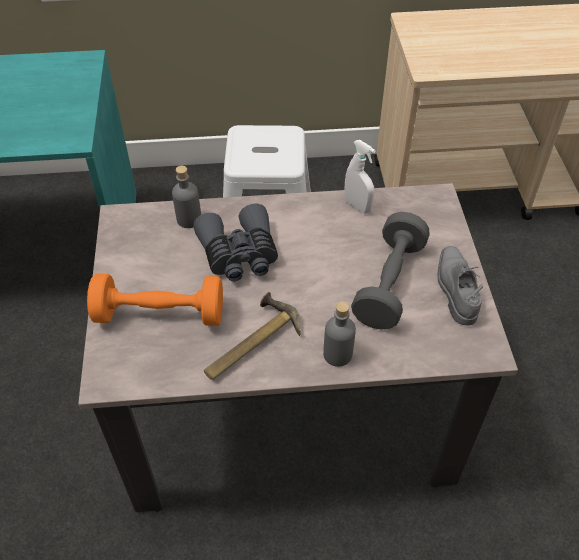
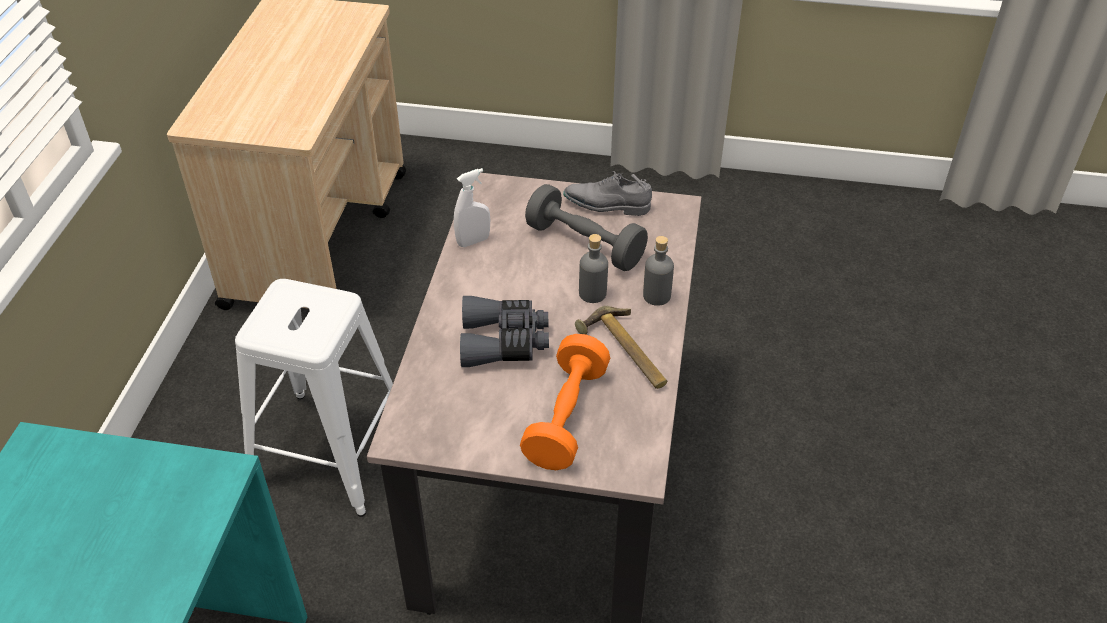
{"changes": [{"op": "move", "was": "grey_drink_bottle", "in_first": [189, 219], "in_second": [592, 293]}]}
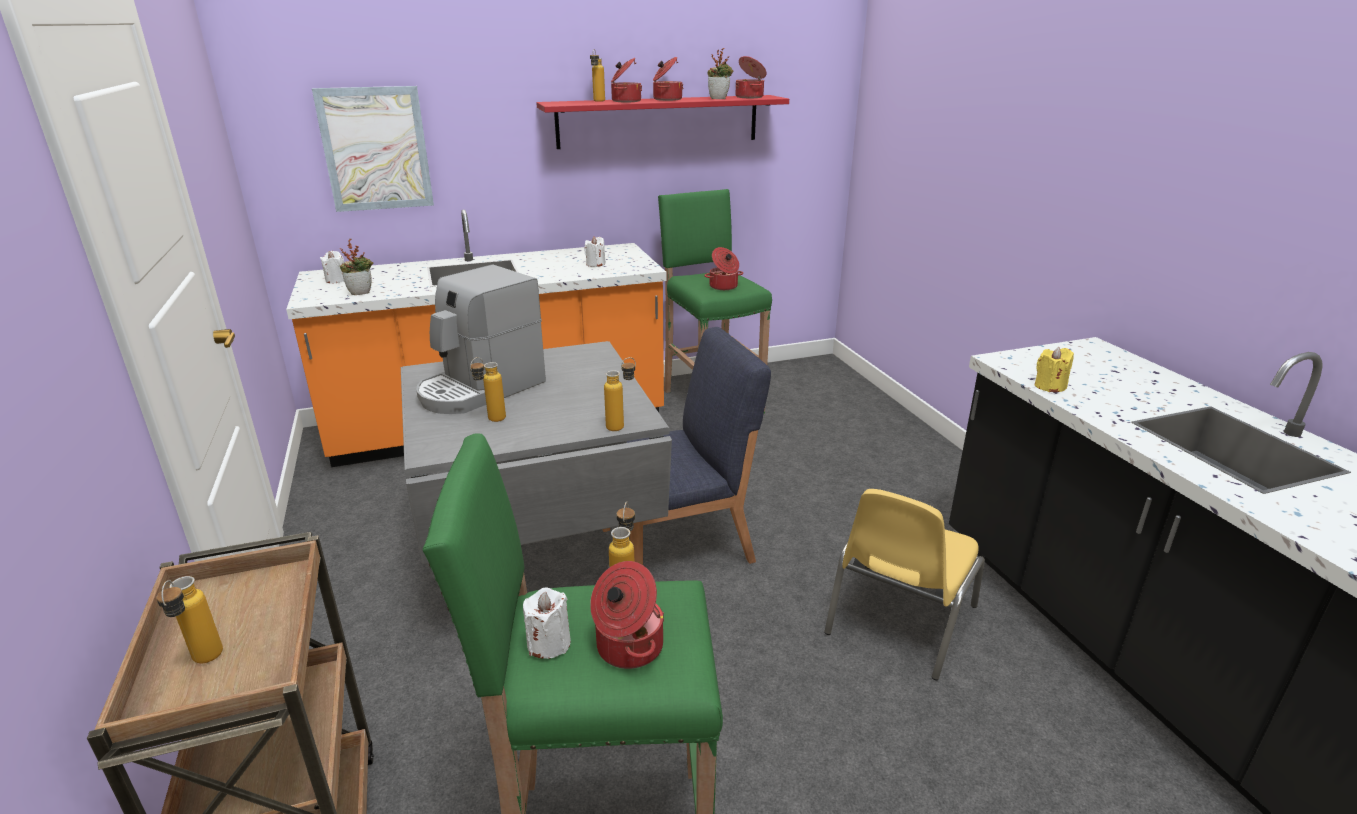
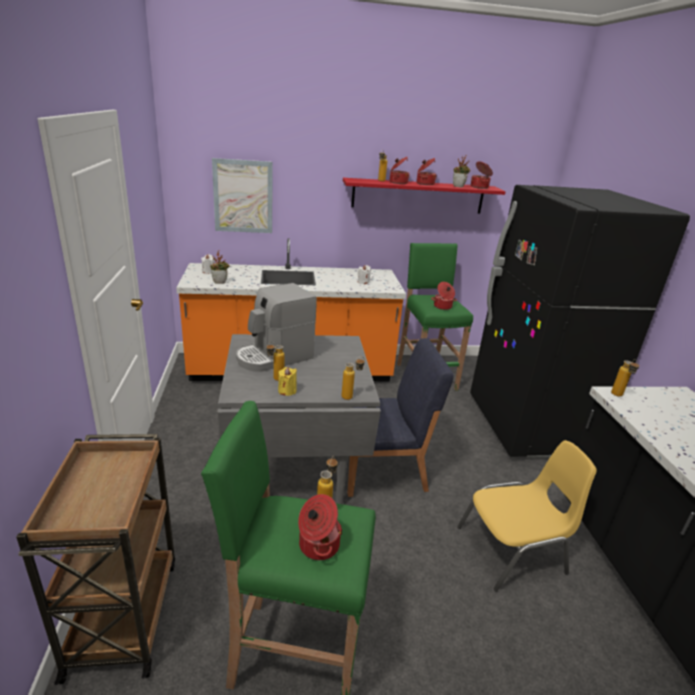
{"changes": [{"op": "move", "was": "yellowish_wax_light", "in_first": [1049, 386], "in_second": [287, 391]}, {"op": "rotate", "was": "yellowish_upright_chair", "in_first": [898, 620], "in_second": [513, 551], "clockwise": -150}, {"op": "move", "was": "drink_bottle", "in_first": [204, 663], "in_second": [618, 396]}, {"op": "delete", "was": "whitish_wax_light", "in_first": [549, 643]}, {"op": "insert", "now": "blackish_refrigerator", "in_second": [528, 426]}]}
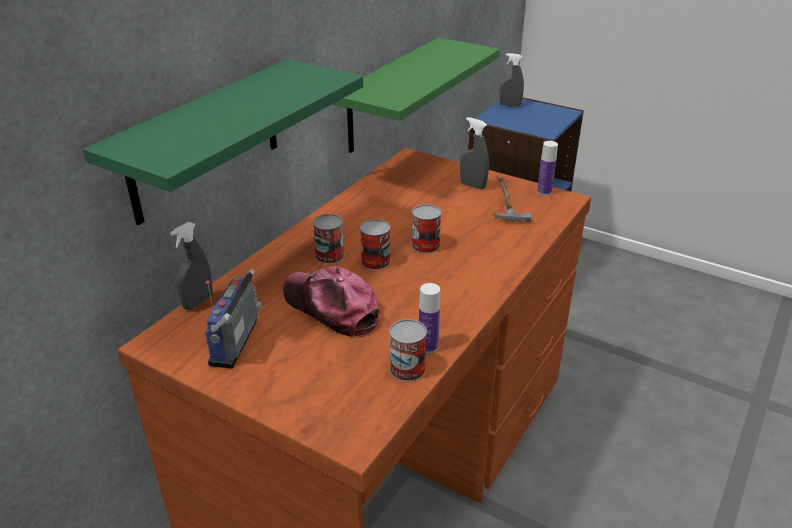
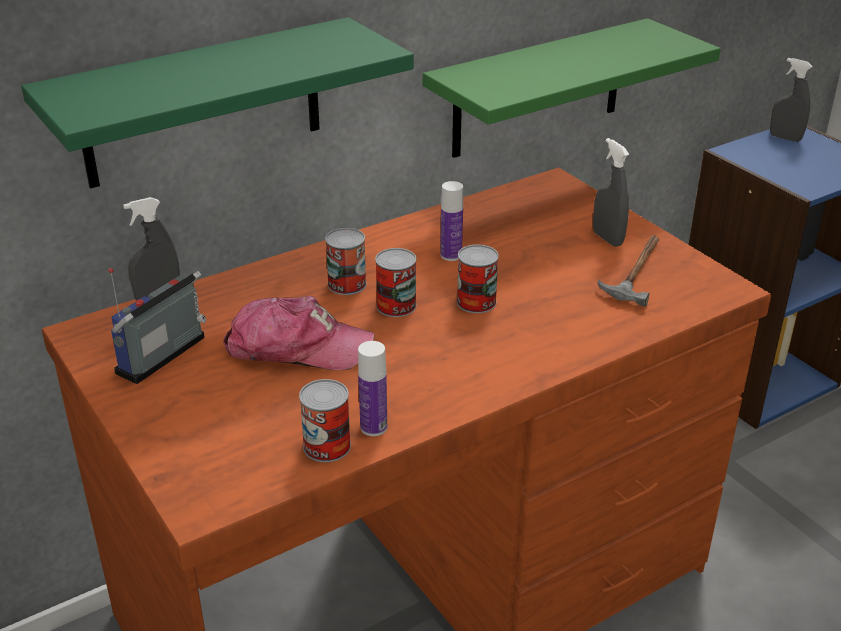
{"changes": [{"op": "move", "was": "drink_bottle", "in_first": [544, 192], "in_second": [451, 255]}, {"op": "rotate", "was": "peaked_cap", "in_first": [331, 308], "in_second": [297, 348], "clockwise": 120}]}
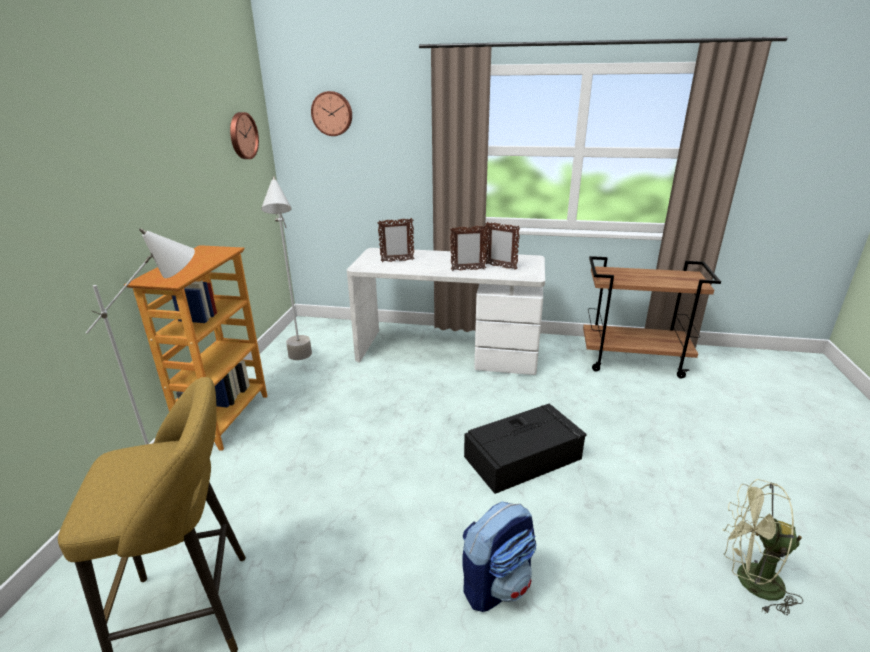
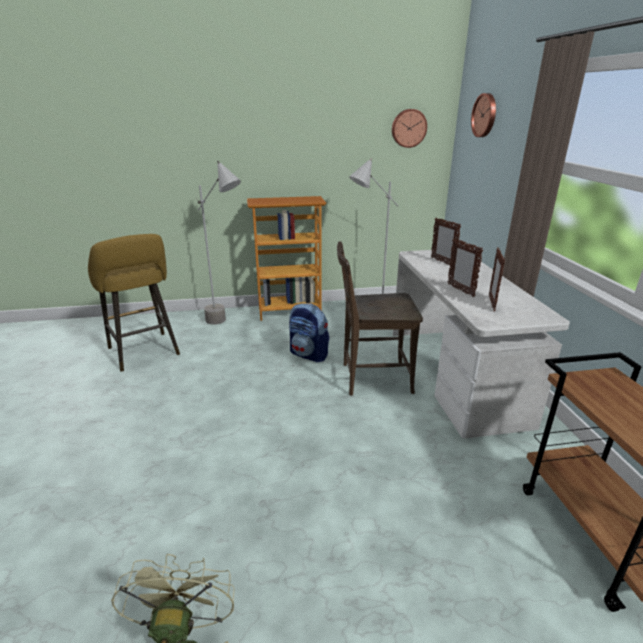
{"changes": [{"op": "delete", "was": "blackish_storage_container", "in_first": [524, 457]}, {"op": "move", "was": "rucksack", "in_first": [497, 584], "in_second": [309, 354]}, {"op": "insert", "now": "brown-coloured_upright_chair", "in_second": [372, 378]}]}
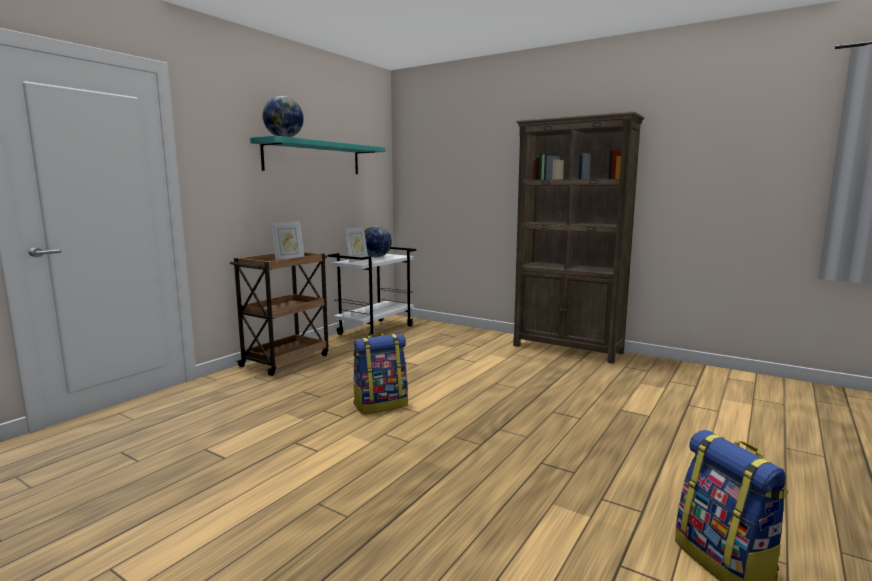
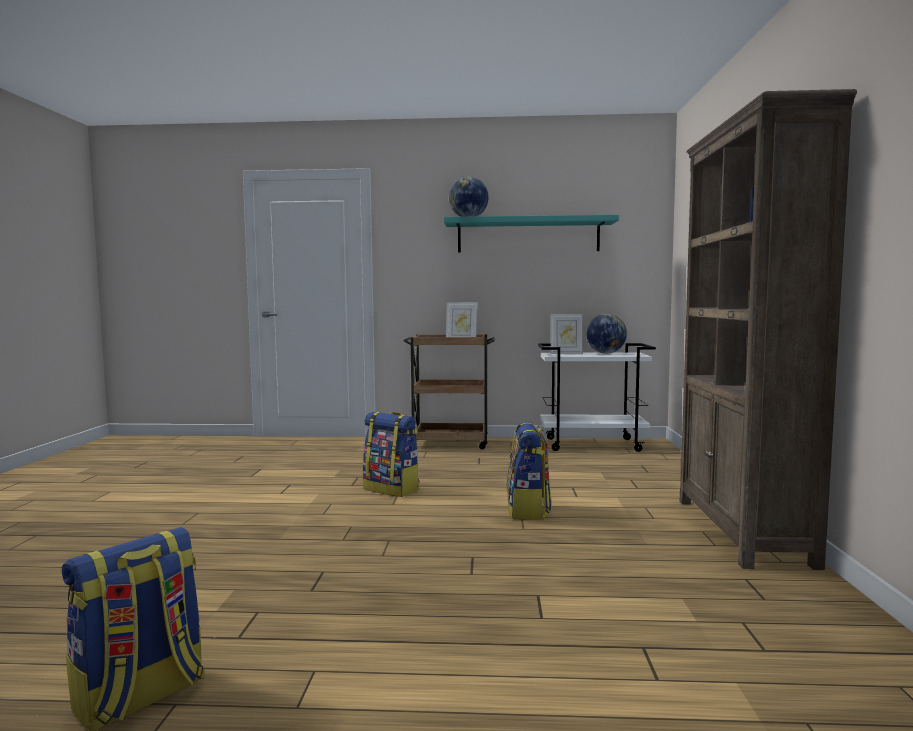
{"changes": [{"op": "insert", "now": "rucksack", "in_second": [528, 510]}]}
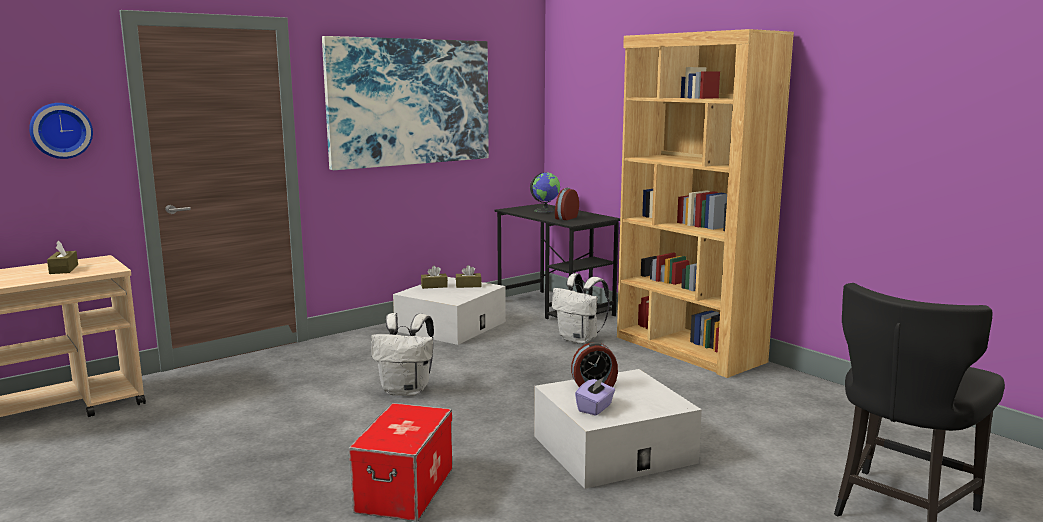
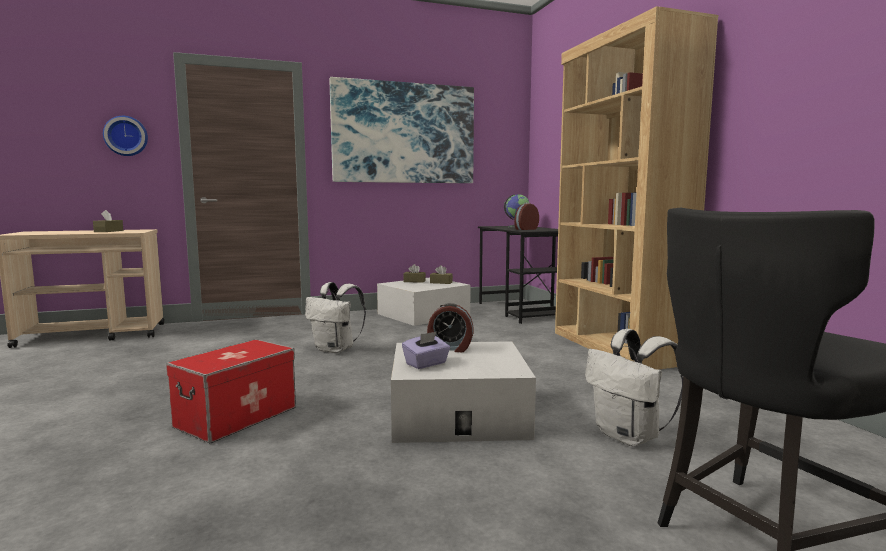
{"changes": [{"op": "move", "was": "whitish_rucksack", "in_first": [580, 339], "in_second": [629, 436]}]}
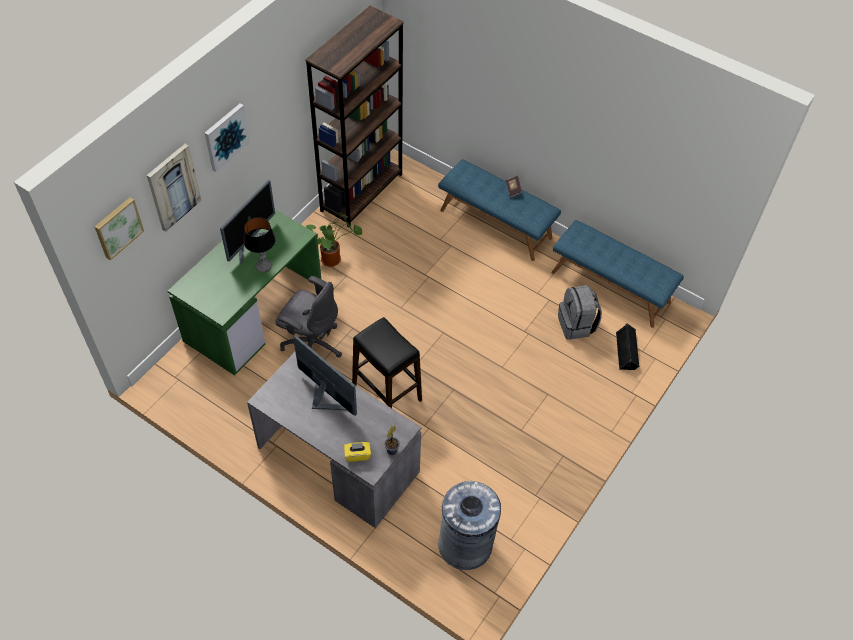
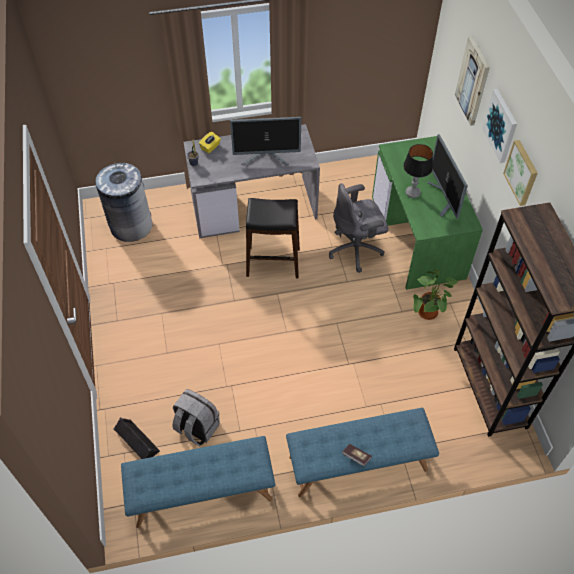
{"changes": [{"op": "move", "was": "wall_art", "in_first": [117, 227], "in_second": [522, 172]}]}
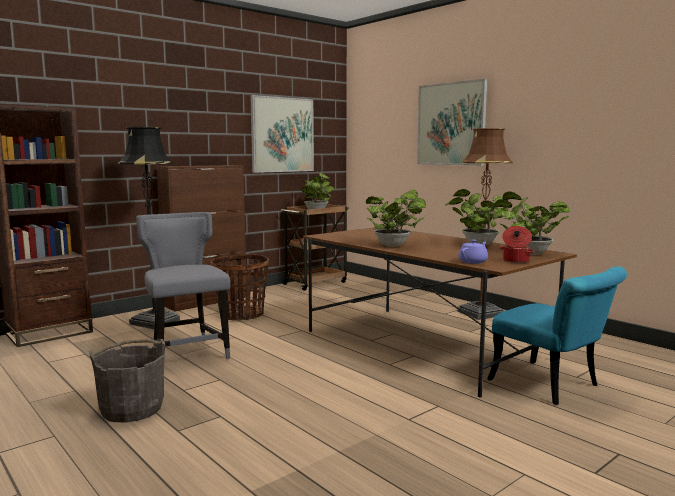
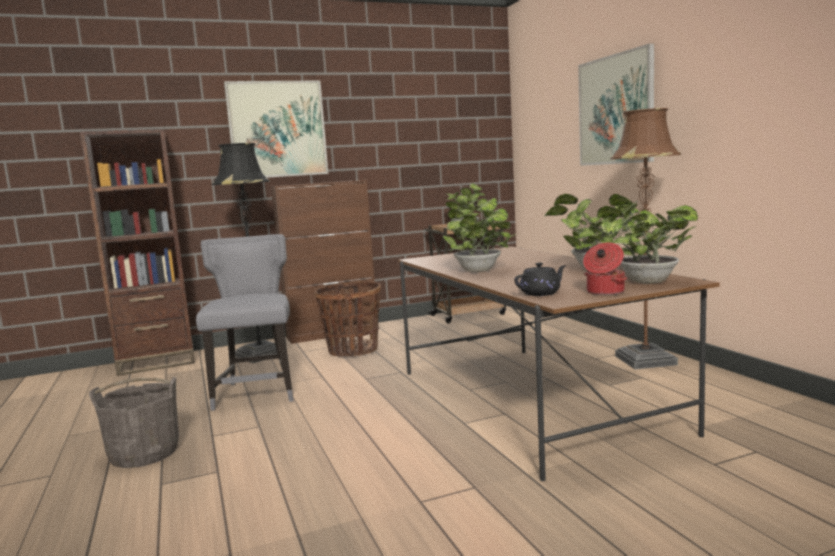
{"changes": [{"op": "move", "was": "wall_art", "in_first": [282, 135], "in_second": [277, 129]}, {"op": "recolor", "was": "purplish_tea_pot", "now": "blackish_tea_pot", "in_first": [473, 262], "in_second": [541, 293]}, {"op": "delete", "was": "turquoise-coloured_upright_chair", "in_first": [553, 386]}]}
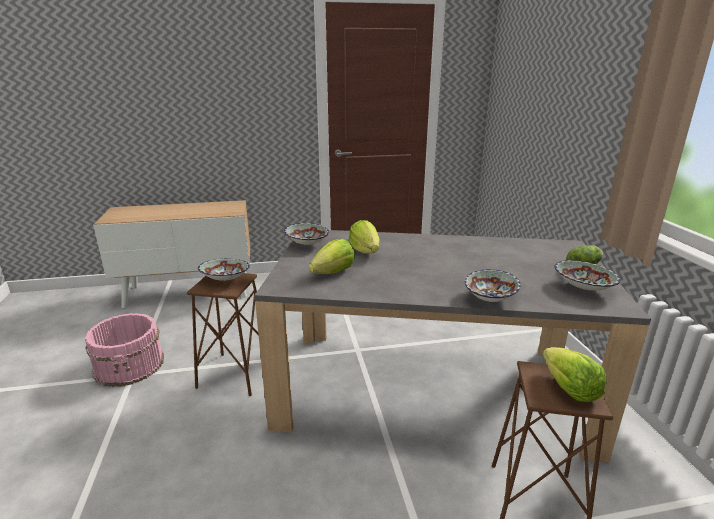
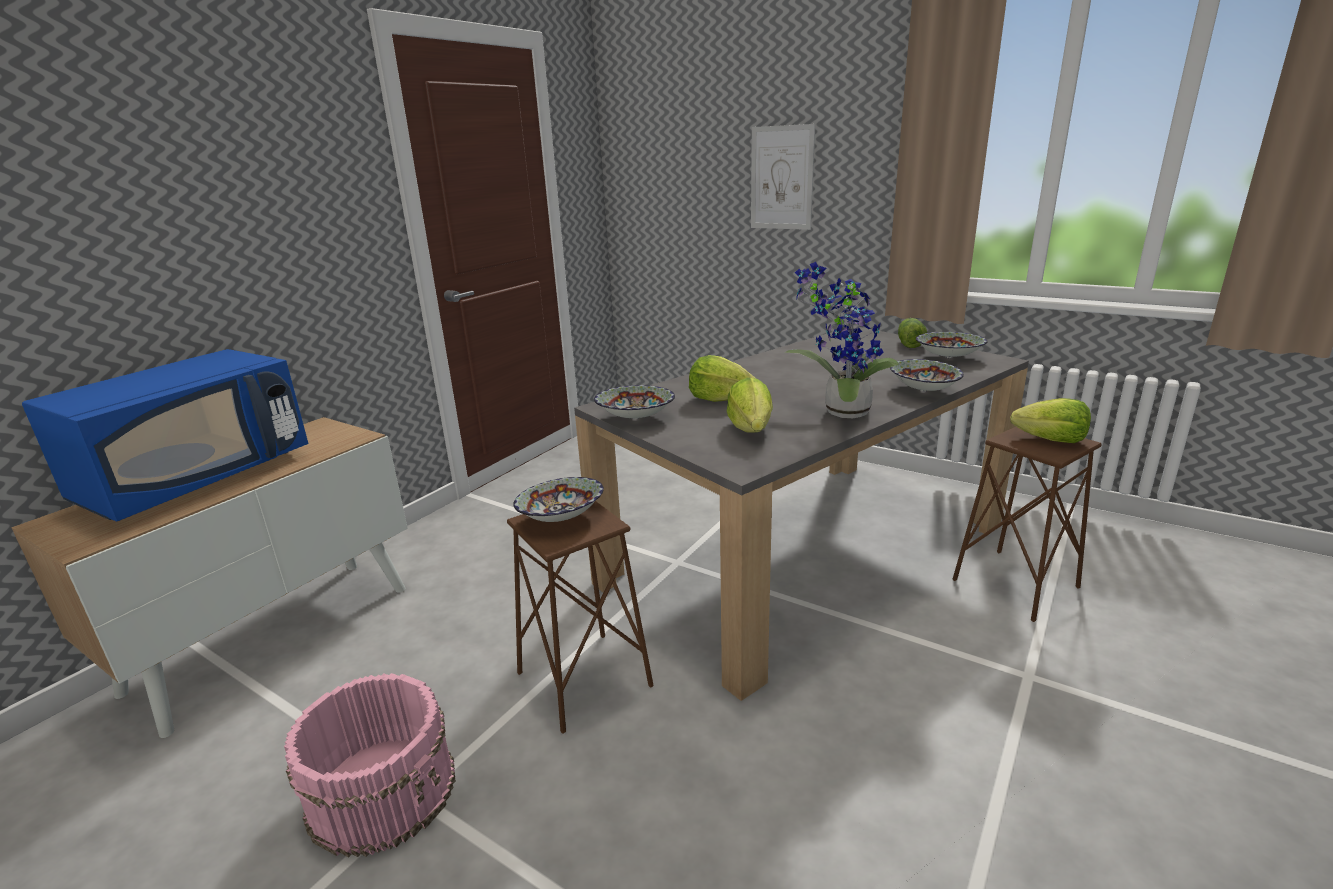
{"changes": [{"op": "insert", "now": "wall_art", "in_second": [781, 178]}, {"op": "insert", "now": "potted_plant", "in_second": [841, 412]}, {"op": "insert", "now": "blue-coloured_kitchen_microwave", "in_second": [198, 478]}]}
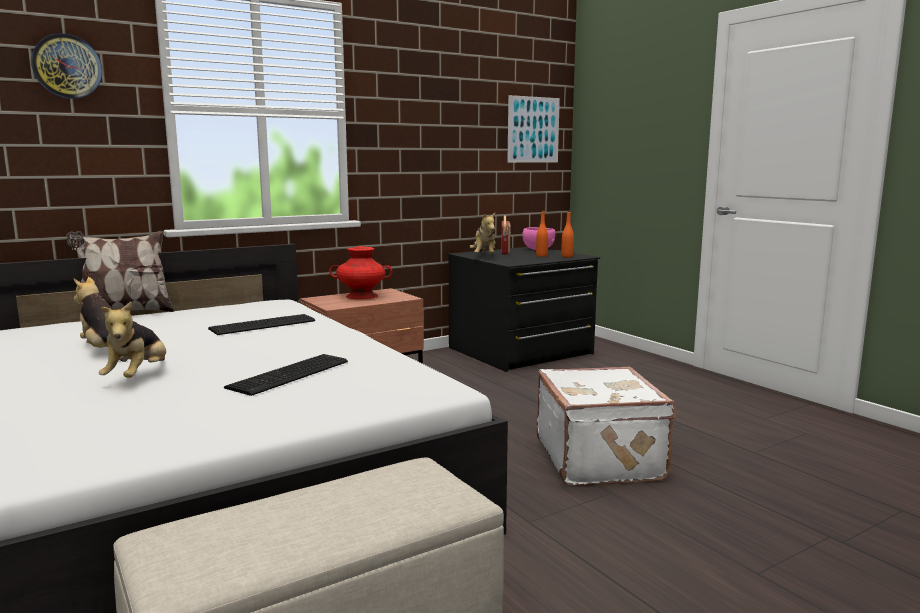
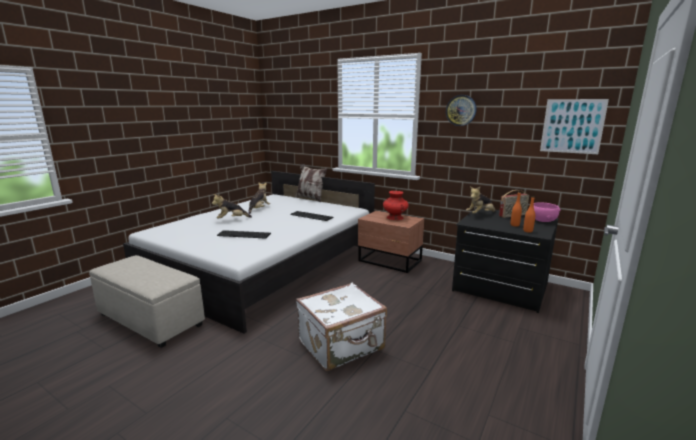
{"changes": [{"op": "move", "was": "clock_on_the_wall", "in_first": [67, 66], "in_second": [461, 110]}]}
